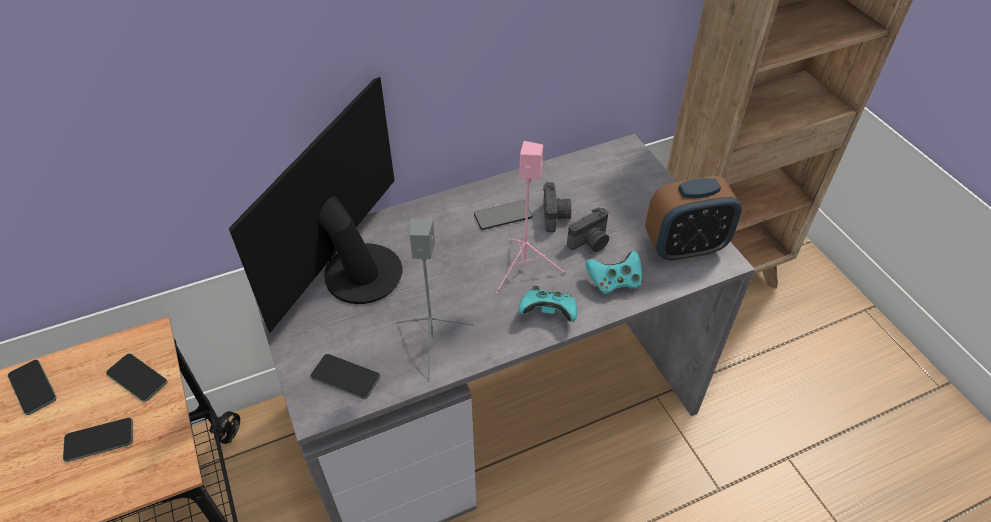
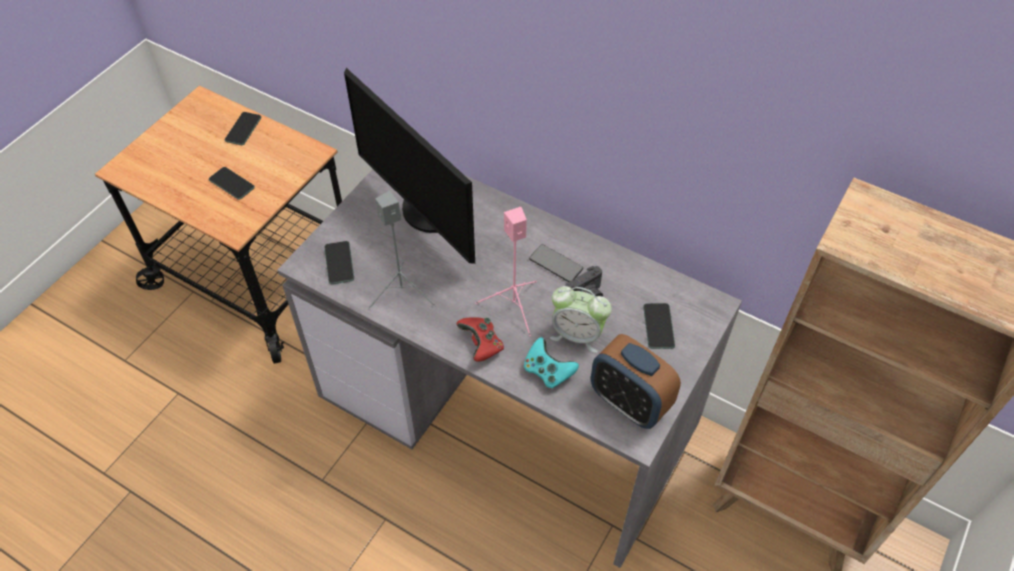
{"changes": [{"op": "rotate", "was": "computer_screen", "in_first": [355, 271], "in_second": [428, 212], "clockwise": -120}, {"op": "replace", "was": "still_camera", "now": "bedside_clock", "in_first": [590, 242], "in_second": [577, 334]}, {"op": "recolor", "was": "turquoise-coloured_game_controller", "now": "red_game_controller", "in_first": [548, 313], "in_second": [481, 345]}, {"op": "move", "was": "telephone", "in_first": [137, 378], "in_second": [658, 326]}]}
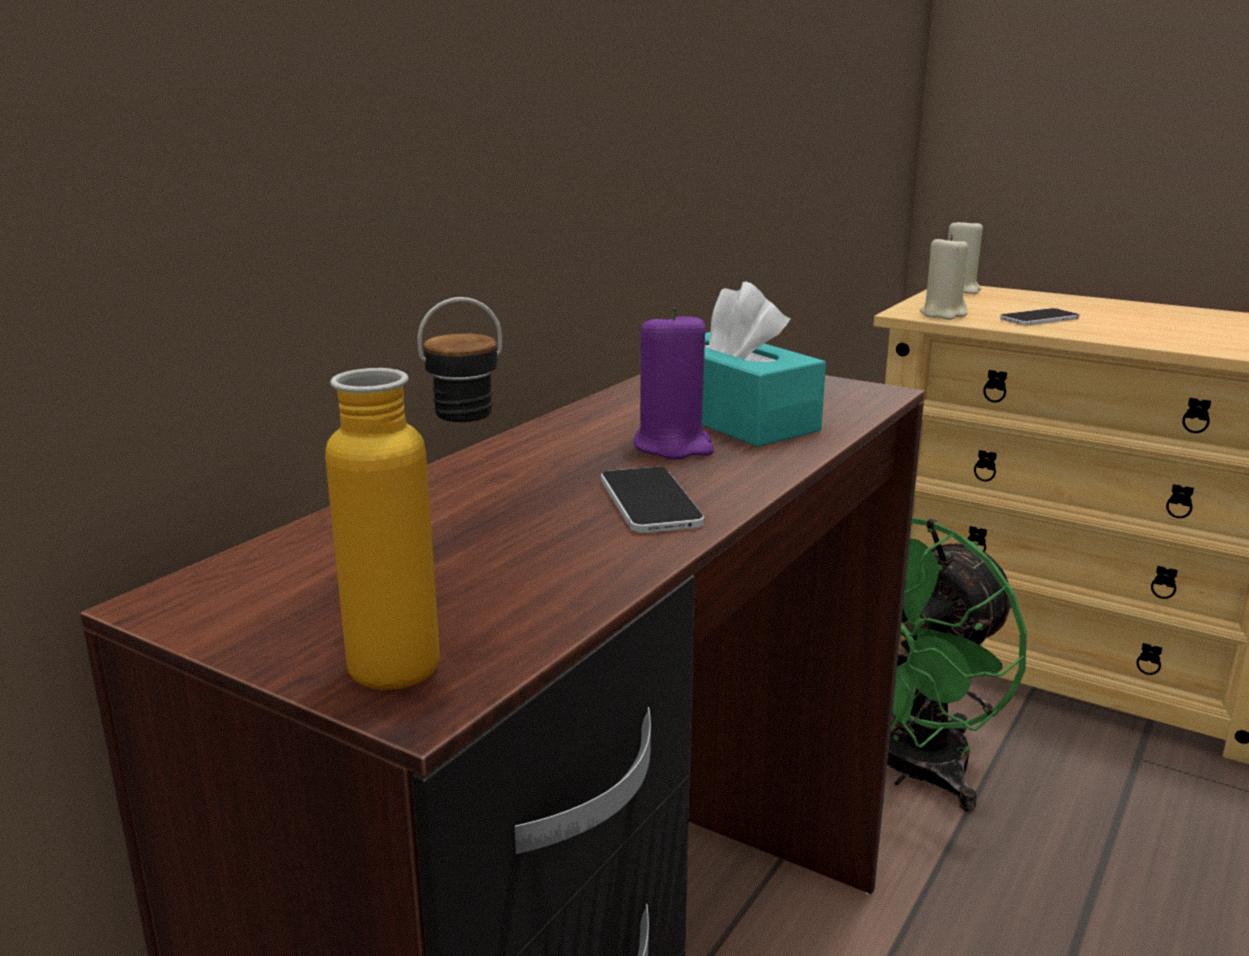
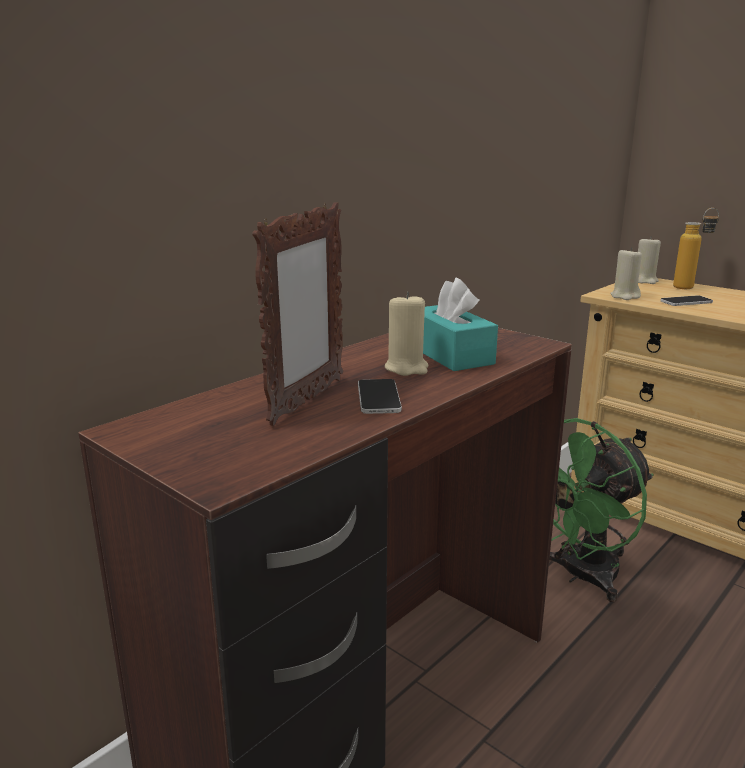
{"changes": [{"op": "move", "was": "drink_bottle", "in_first": [433, 663], "in_second": [690, 287]}, {"op": "recolor", "was": "purplish_wax_light", "now": "beige_wax_light", "in_first": [673, 446], "in_second": [406, 368]}, {"op": "insert", "now": "photo_frame", "in_second": [306, 401]}]}
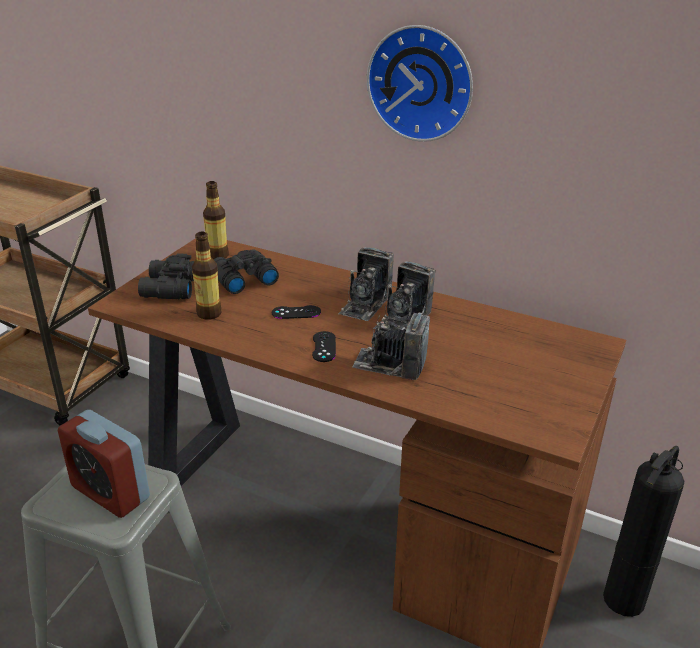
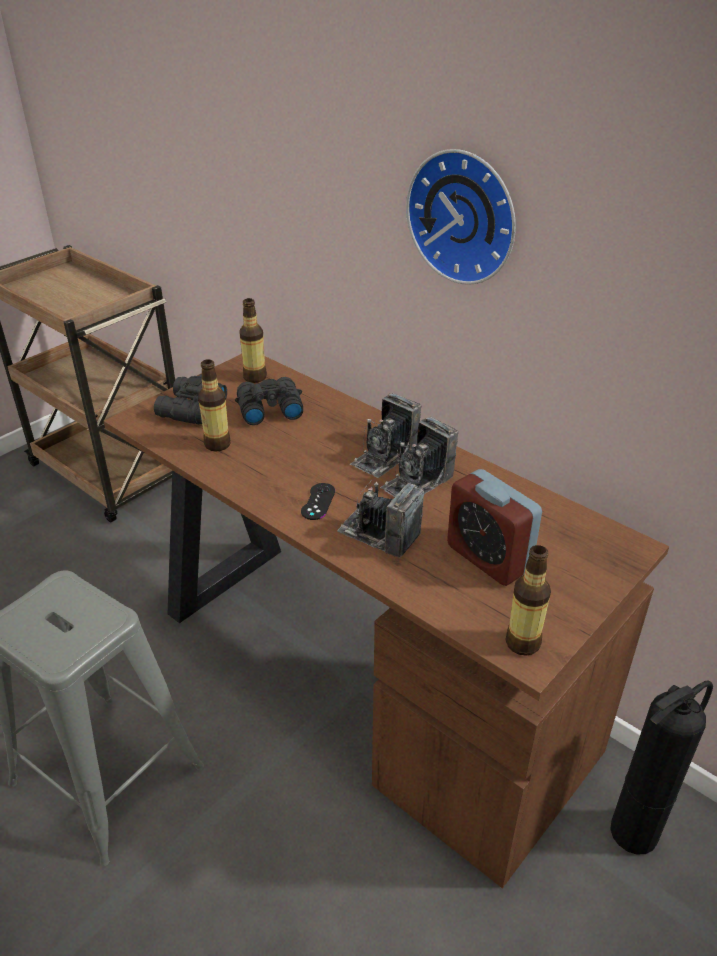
{"changes": [{"op": "delete", "was": "blackish_game_controller", "in_first": [296, 312]}, {"op": "move", "was": "bedside_clock", "in_first": [110, 492], "in_second": [488, 558]}, {"op": "insert", "now": "drink_bottle", "in_second": [522, 643]}]}
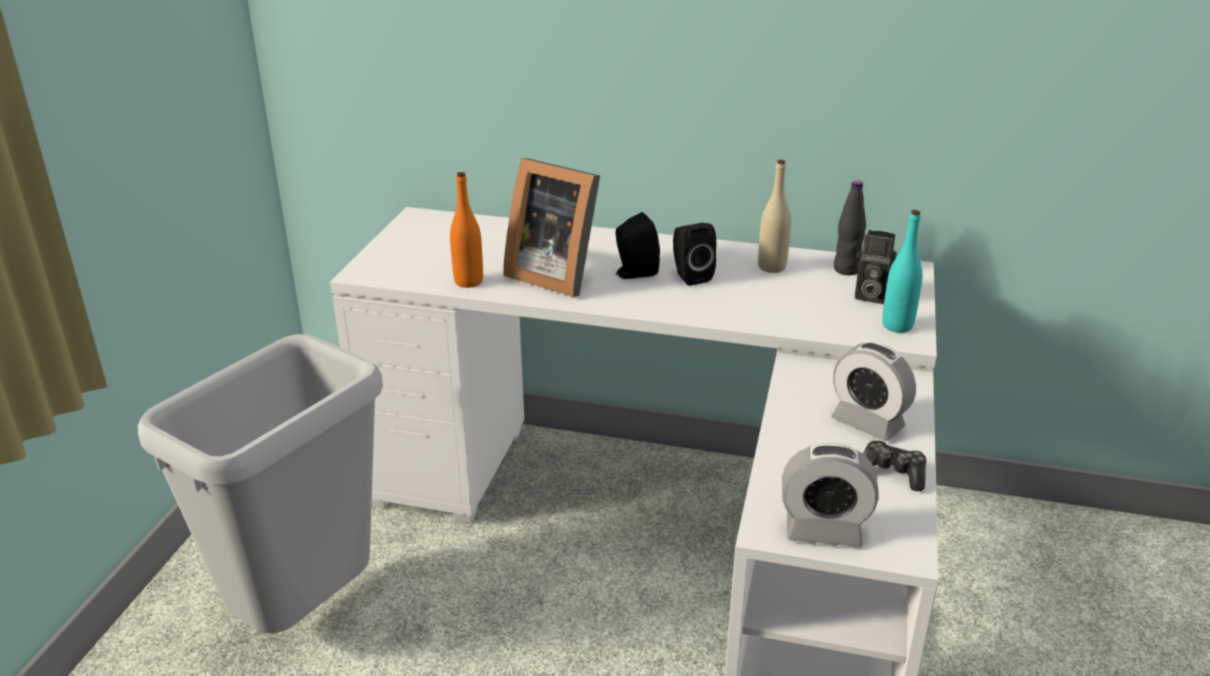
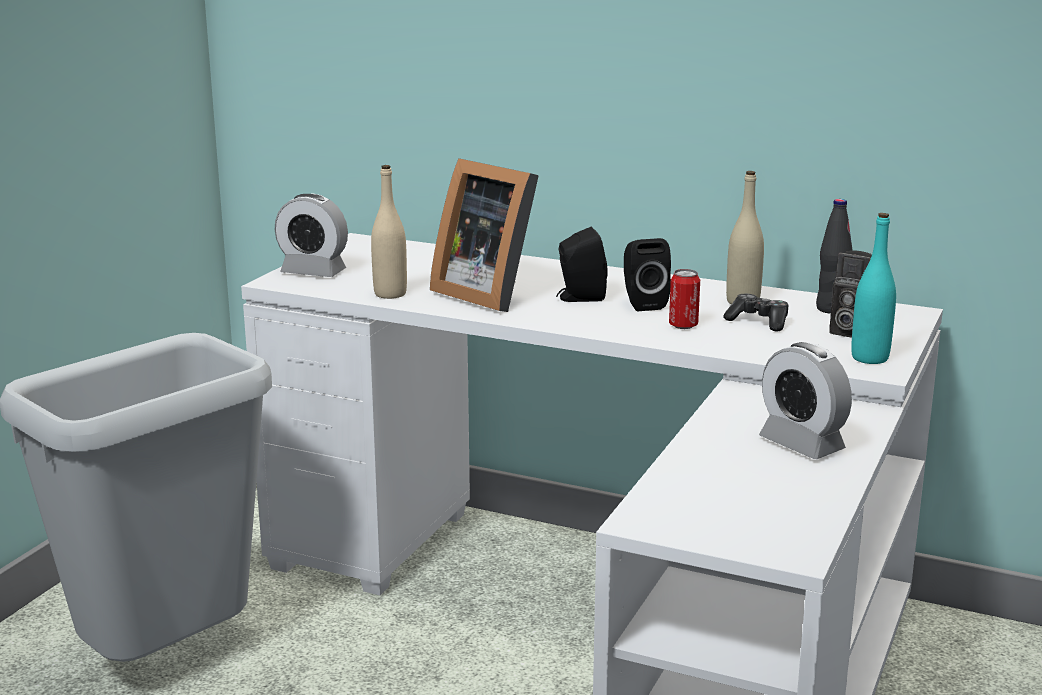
{"changes": [{"op": "recolor", "was": "orange_drink_bottle", "now": "beige_drink_bottle", "in_first": [468, 281], "in_second": [390, 294]}, {"op": "move", "was": "game_controller", "in_first": [892, 473], "in_second": [758, 322]}, {"op": "move", "was": "bedside_clock", "in_first": [823, 531], "in_second": [313, 272]}, {"op": "insert", "now": "metal_can", "in_second": [683, 325]}]}
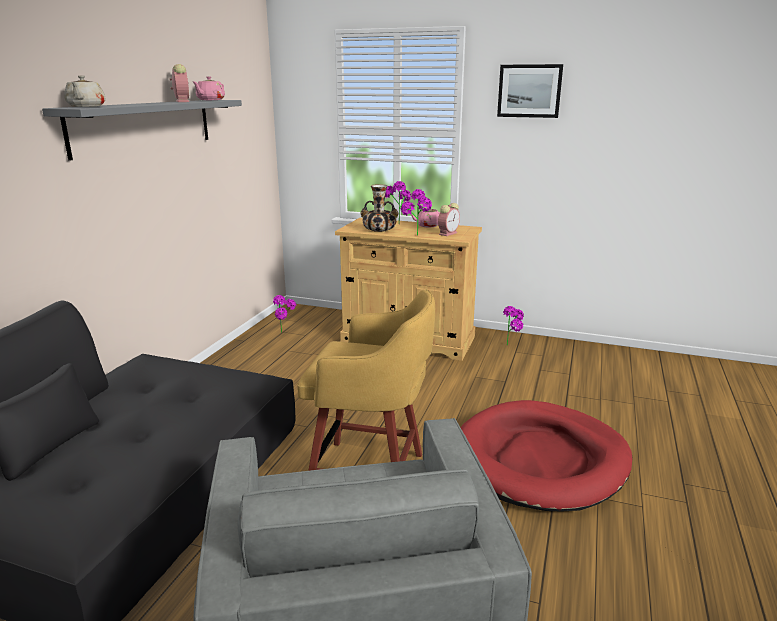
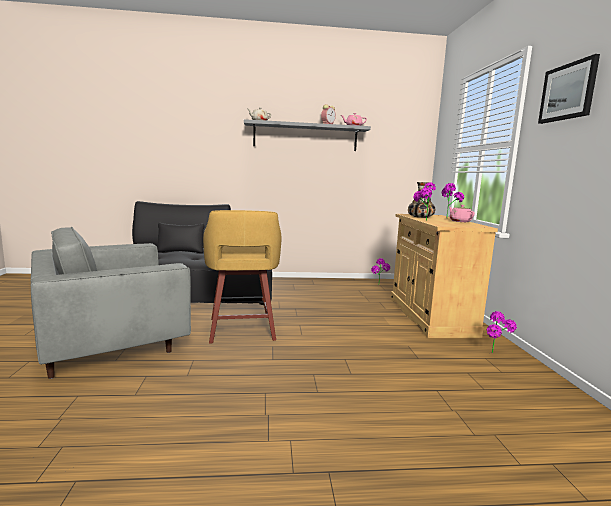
{"changes": [{"op": "delete", "was": "bedside_clock", "in_first": [448, 233]}, {"op": "delete", "was": "red_dog_bed", "in_first": [540, 459]}]}
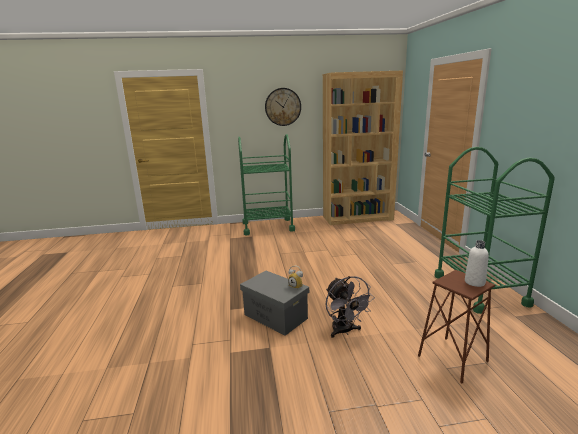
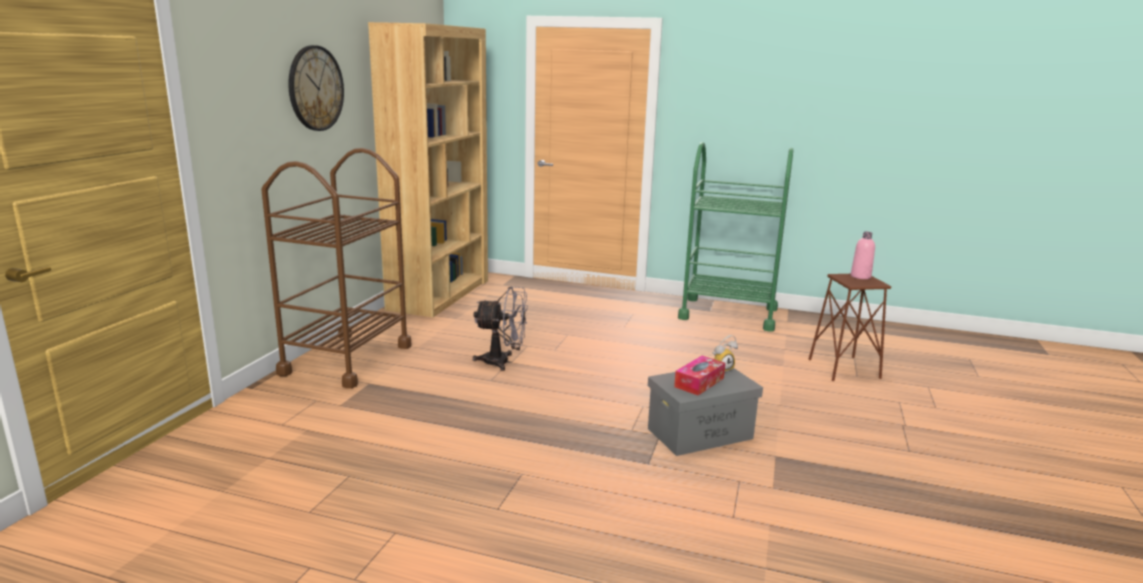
{"changes": [{"op": "recolor", "was": "green_wheeled_cart", "now": "brown-coloured_wheeled_cart", "in_first": [268, 227], "in_second": [347, 359]}, {"op": "recolor", "was": "whitish_drink_bottle", "now": "pink-coloured_drink_bottle", "in_first": [474, 282], "in_second": [860, 276]}, {"op": "move", "was": "grey_cooling_fan", "in_first": [344, 331], "in_second": [503, 362]}, {"op": "insert", "now": "box_of_tissues", "in_second": [699, 382]}]}
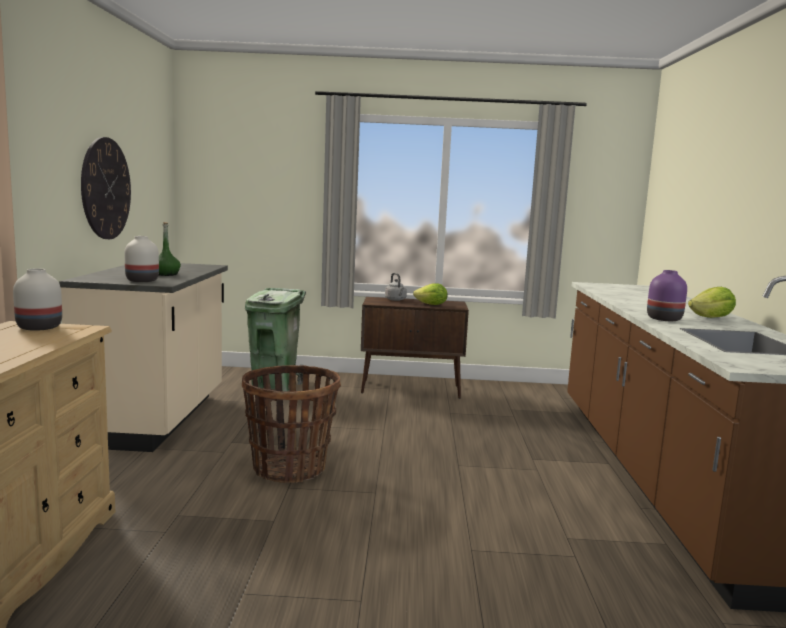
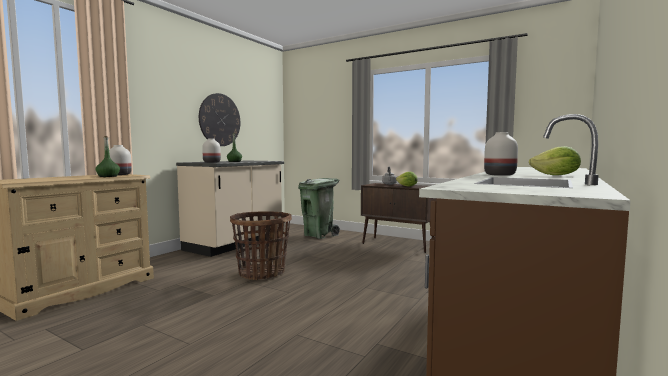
{"changes": [{"op": "recolor", "was": "purplish_flower_vase", "now": "whitish_flower_vase", "in_first": [665, 319], "in_second": [500, 175]}, {"op": "insert", "now": "green_drink_bottle", "in_second": [108, 176]}]}
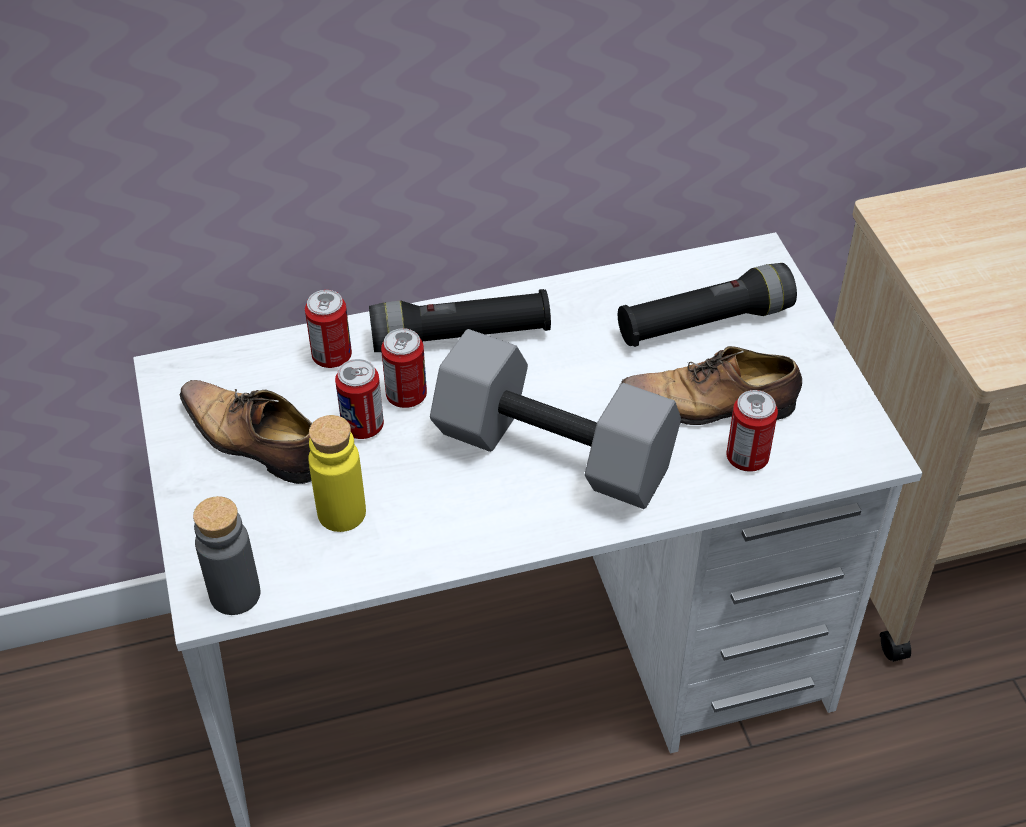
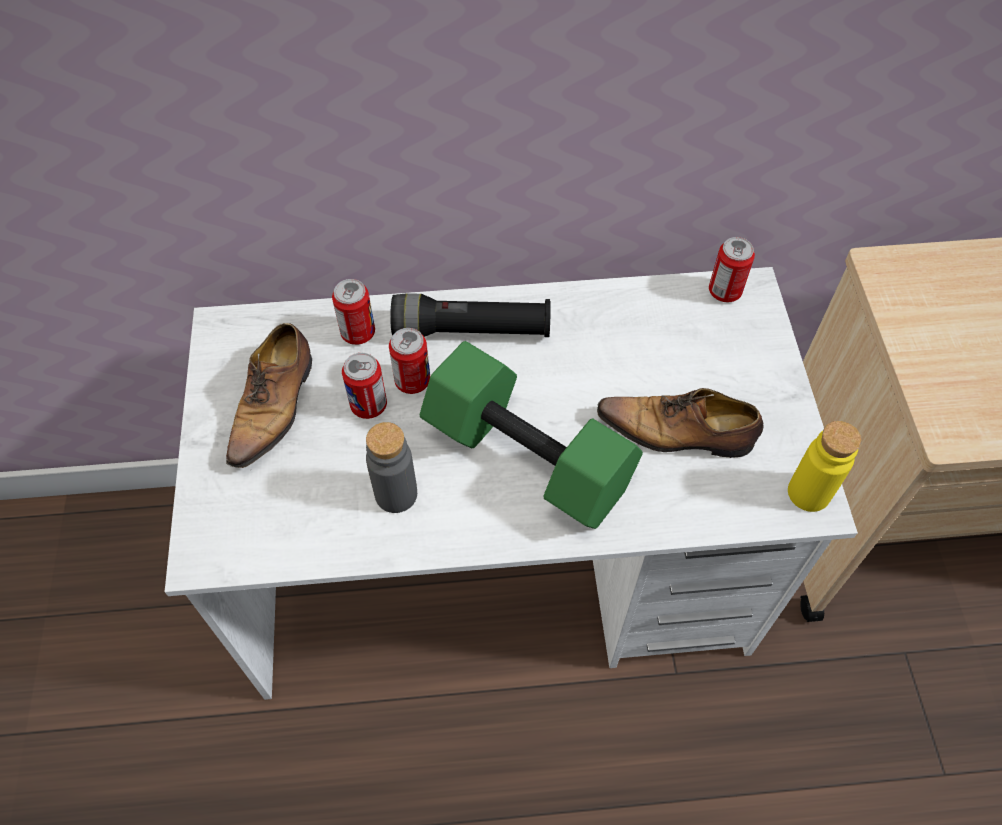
{"changes": [{"op": "delete", "was": "blackish_torch", "in_first": [704, 323]}, {"op": "recolor", "was": "grey_hand_weight", "now": "green_hand_weight", "in_first": [558, 450], "in_second": [532, 456]}, {"op": "rotate", "was": "shoe", "in_first": [254, 442], "in_second": [274, 406], "clockwise": -120}, {"op": "move", "was": "metal_can", "in_first": [747, 458], "in_second": [724, 291]}, {"op": "move", "was": "yellowish_drink_bottle", "in_first": [341, 513], "in_second": [808, 493]}, {"op": "move", "was": "grey_drink_bottle", "in_first": [235, 594], "in_second": [396, 494]}]}
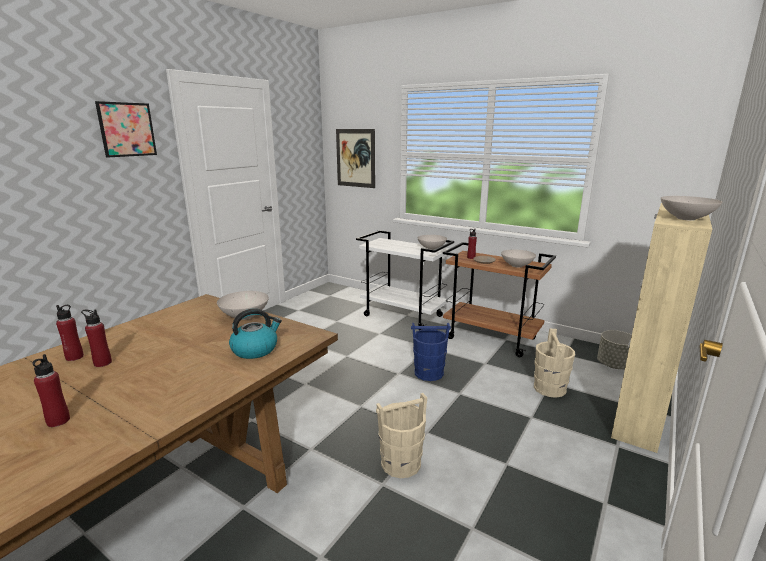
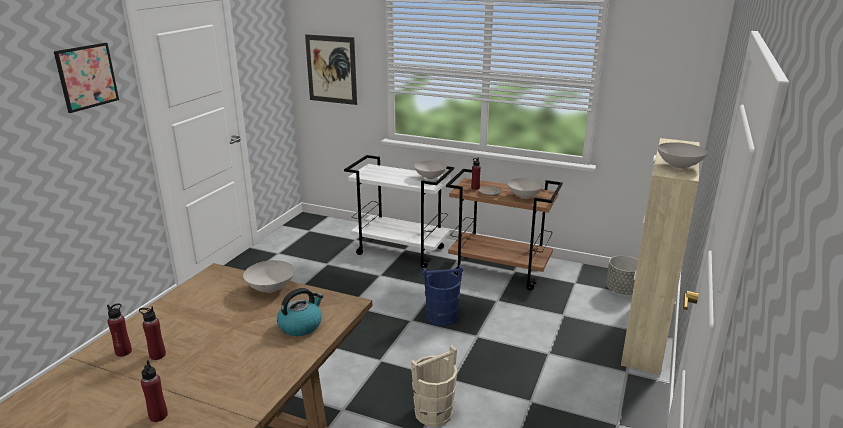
{"changes": [{"op": "delete", "was": "beige_pail", "in_first": [549, 388]}]}
